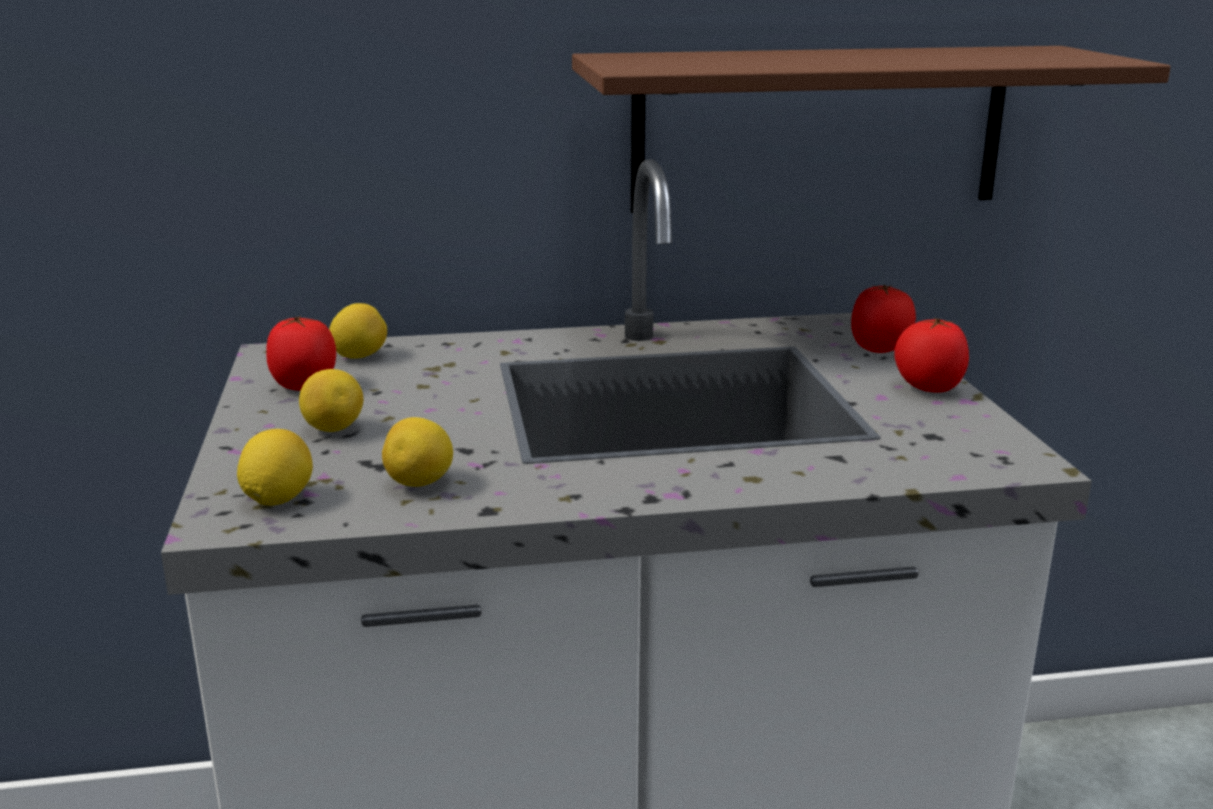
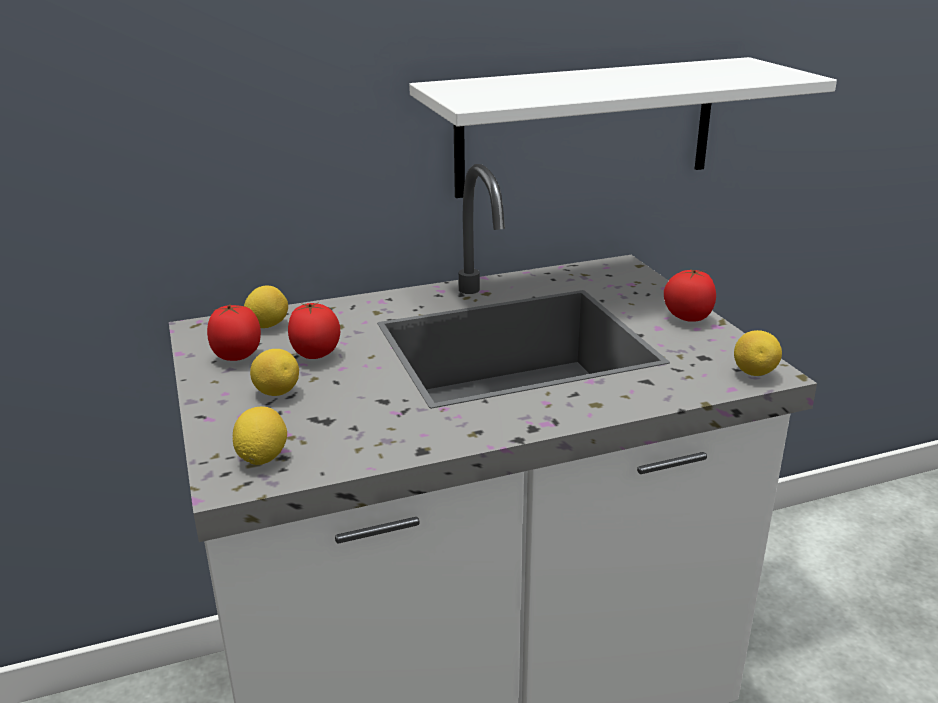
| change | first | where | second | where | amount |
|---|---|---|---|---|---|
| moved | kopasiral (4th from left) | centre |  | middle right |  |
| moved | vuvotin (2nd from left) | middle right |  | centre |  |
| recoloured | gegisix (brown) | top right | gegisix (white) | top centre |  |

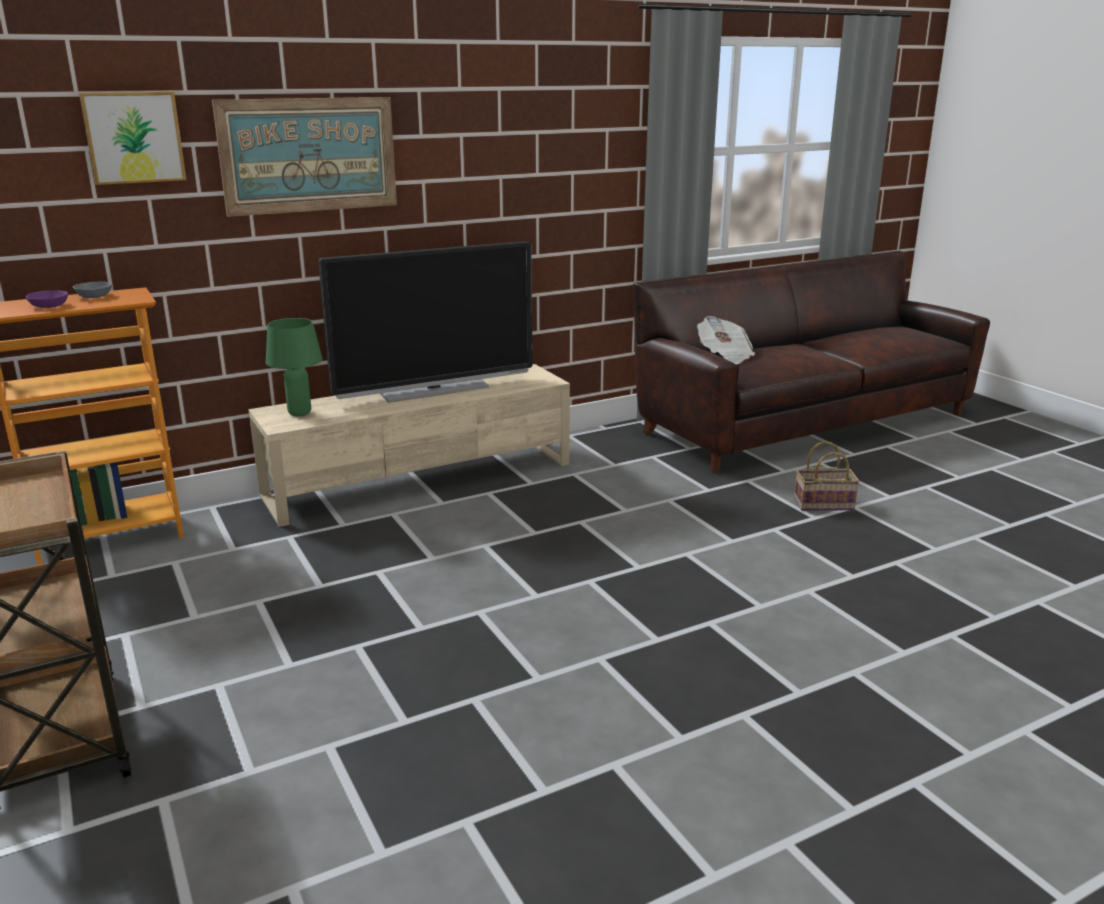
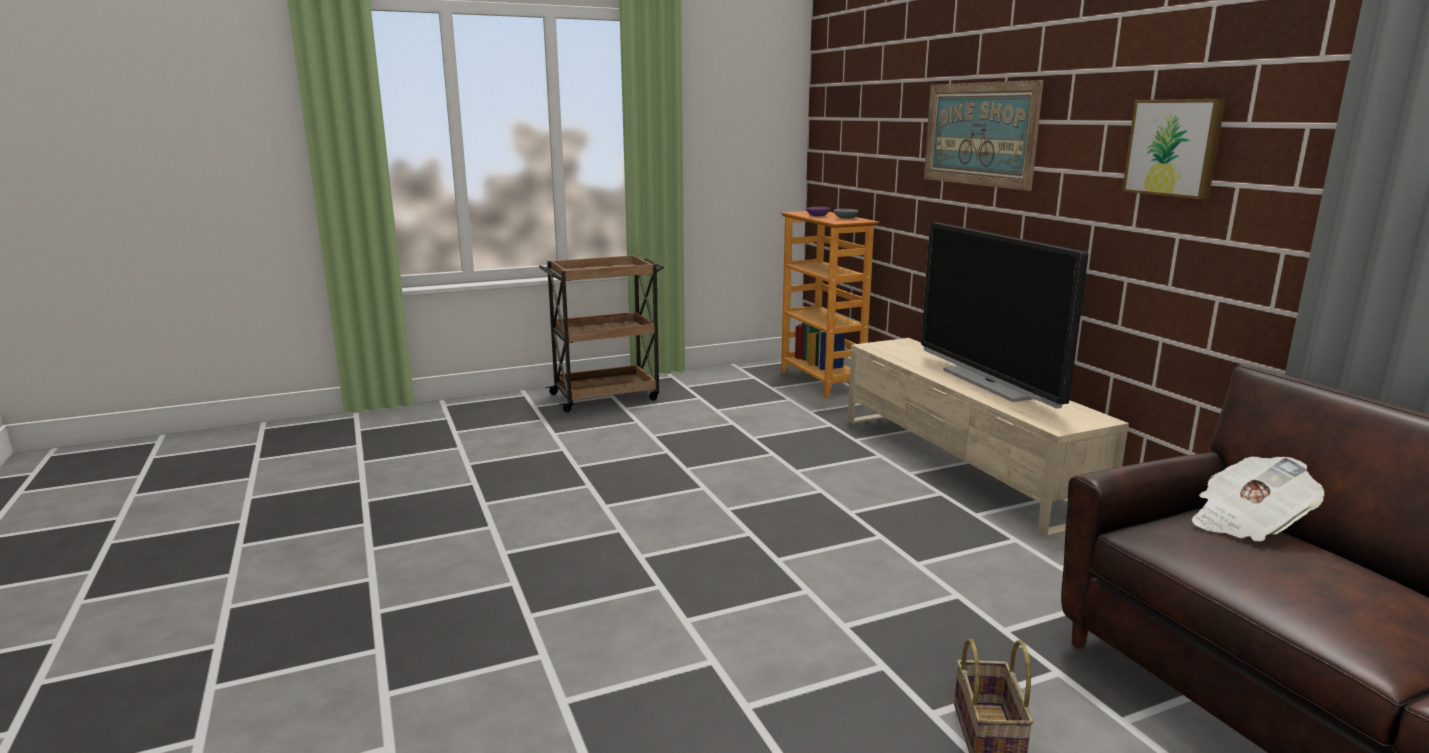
| change | first | where | second | where | amount |
|---|---|---|---|---|---|
| removed | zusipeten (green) | middle left |  |  |  |
| moved | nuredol (1st from left in the first image) | top left | nuredol (2nd from left) | top right |  |

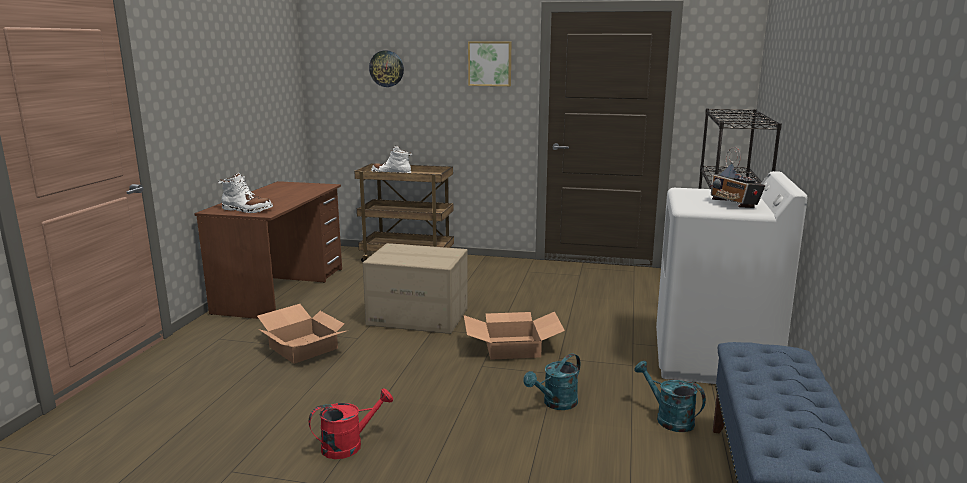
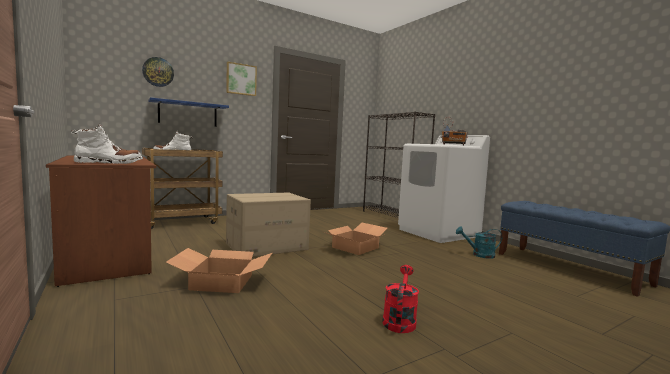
| change | first | where | second | where | amount |
|---|---|---|---|---|---|
| removed | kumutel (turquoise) (1st from left) | bottom centre |  |  |  |
| added |  |  | gegisix (blue) | top left |  |

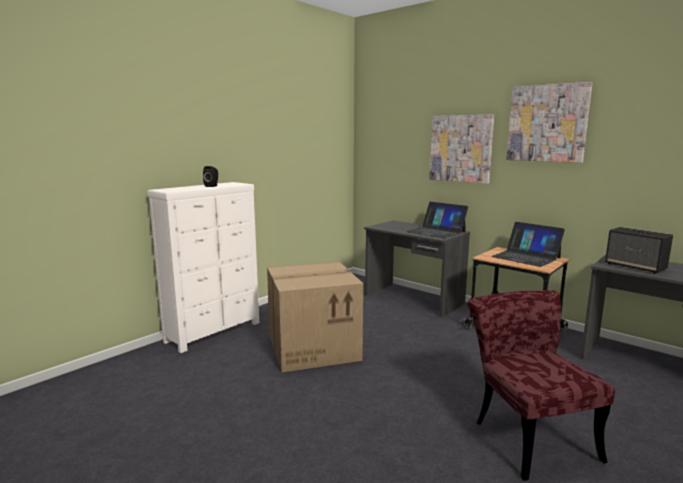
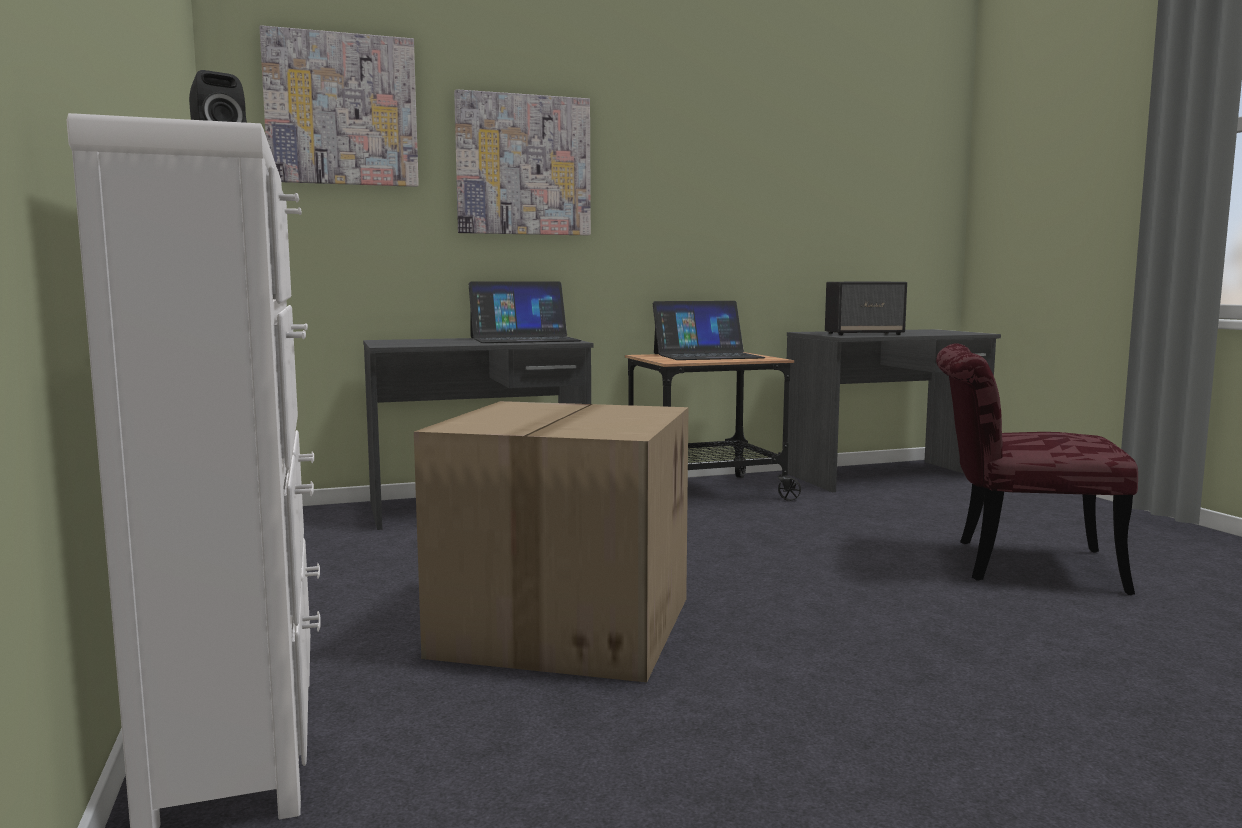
| change | first | where | second | where | amount |
|---|---|---|---|---|---|
| moved | nuredol (2nd from left in the first image) | top right | nuredol (1st from left) | top left |  |

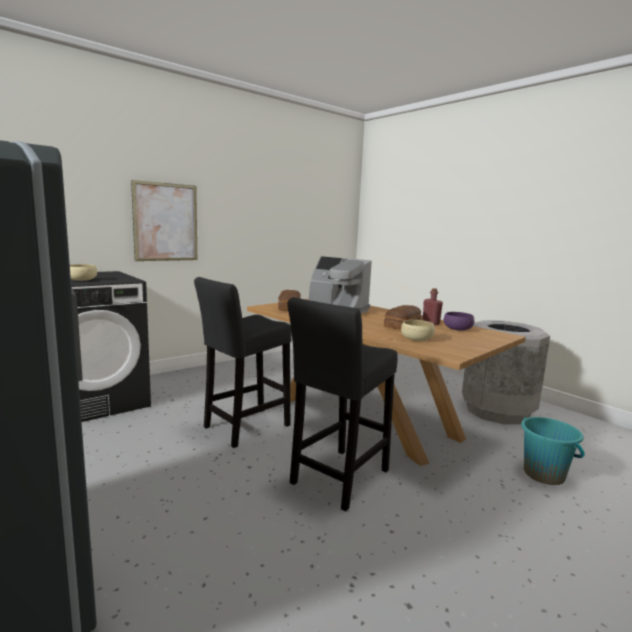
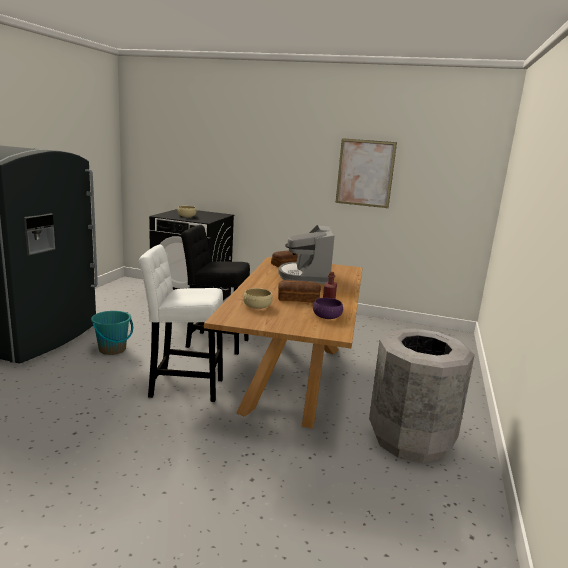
| change | first | where | second | where | amount |
|---|---|---|---|---|---|
| moved | nuredol | middle left |  | top centre |  |
| moved | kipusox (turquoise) | bottom right |  | middle left |  |
| recoloured | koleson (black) (2nd from left) | centre | koleson (white) | middle left |  |

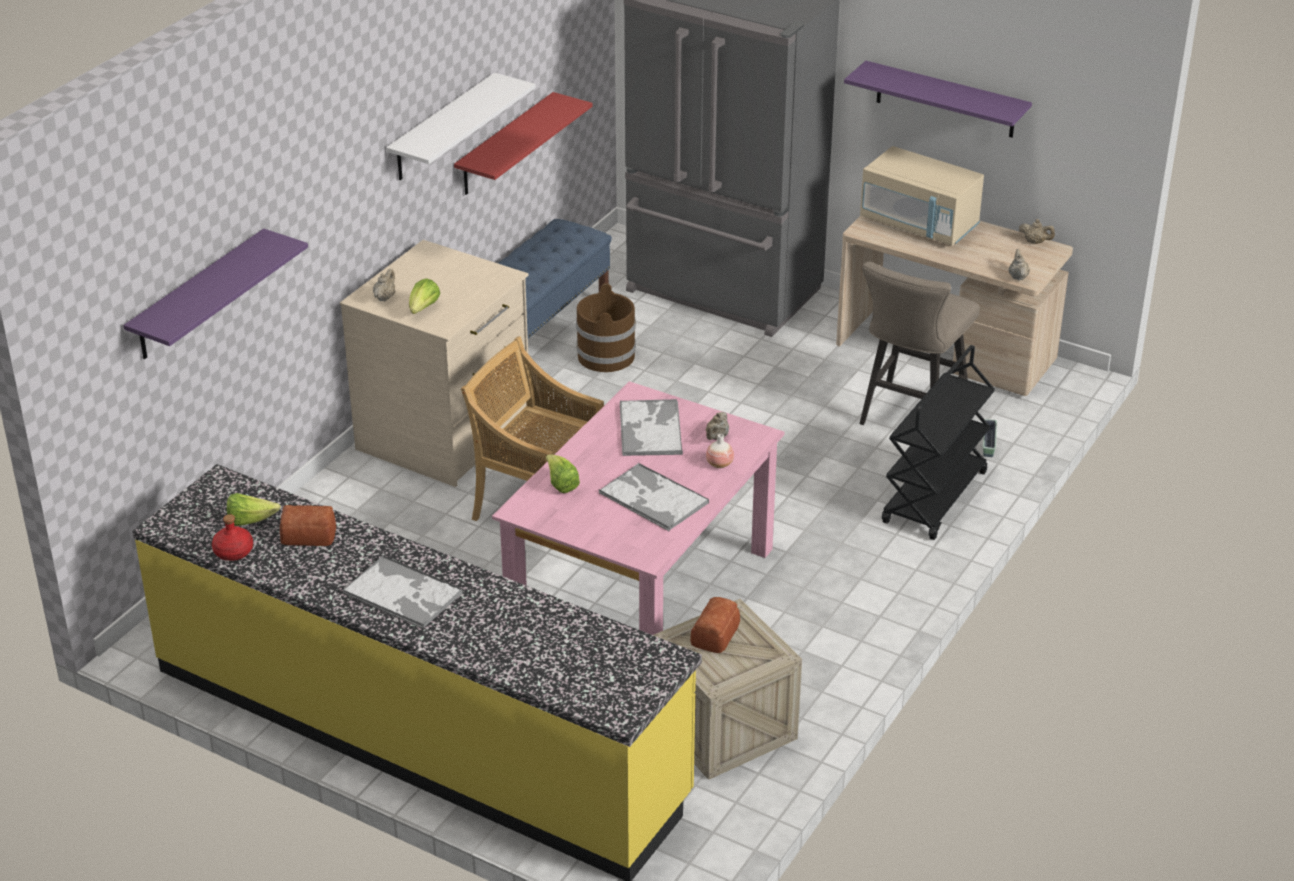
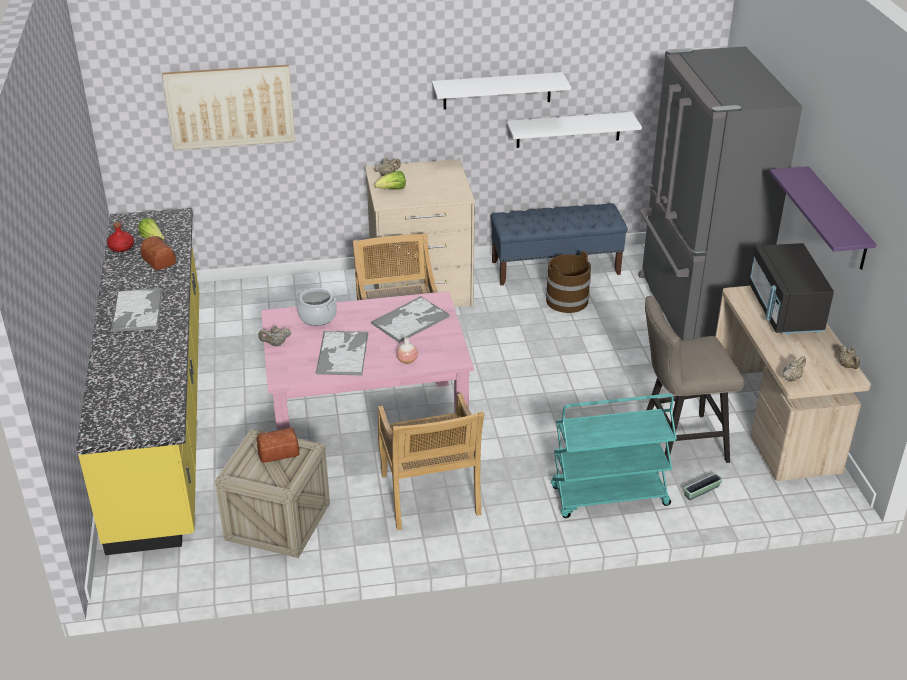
| change | first | where | second | where | amount |
|---|---|---|---|---|---|
| added |  |  | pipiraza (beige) (2nd from left) | bottom centre |  |
| moved | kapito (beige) (2nd from left in the first image) | centre | kapito (beige) (1st from left) | middle left |  |
| replaced | gegisix (purple) (1st from left) | middle left | nuredol | top left |  |
| replaced | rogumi (3rd from left) | centre | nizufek | centre |  |
| recoloured | gegisix (red) | top centre | gegisix (white) (2nd from left) | top centre |  |
| recoloured | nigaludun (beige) | top right | nigaludun (black) | middle right |  |
| recoloured | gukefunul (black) | middle right | gukefunul (turquoise) | bottom right |  |

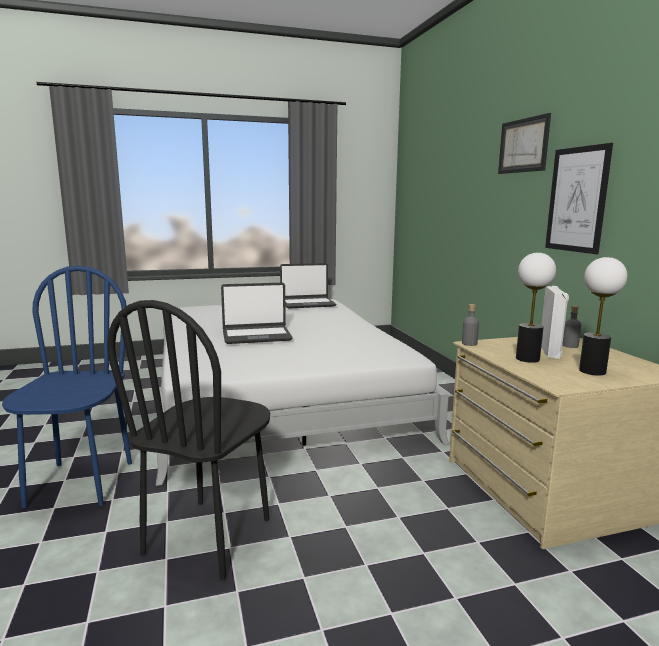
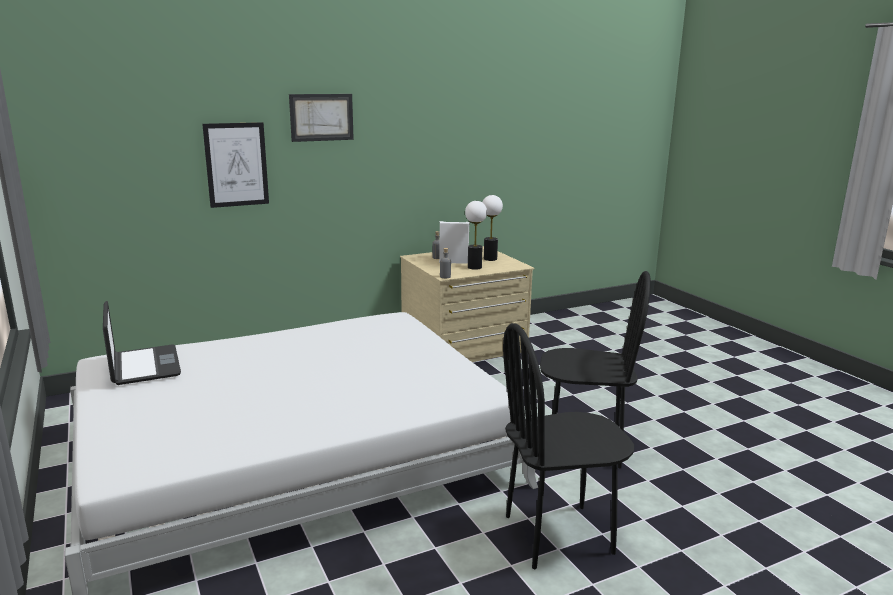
| change | first | where | second | where | amount |
|---|---|---|---|---|---|
| removed | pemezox (1st from left) | centre |  |  |  |
| moved | nuredol (2nd from left in the first image) | top right | nuredol (1st from left) | top left |  |
| recoloured | pipiraza (blue) | middle left | pipiraza (black) (1st from left) | bottom centre |  |

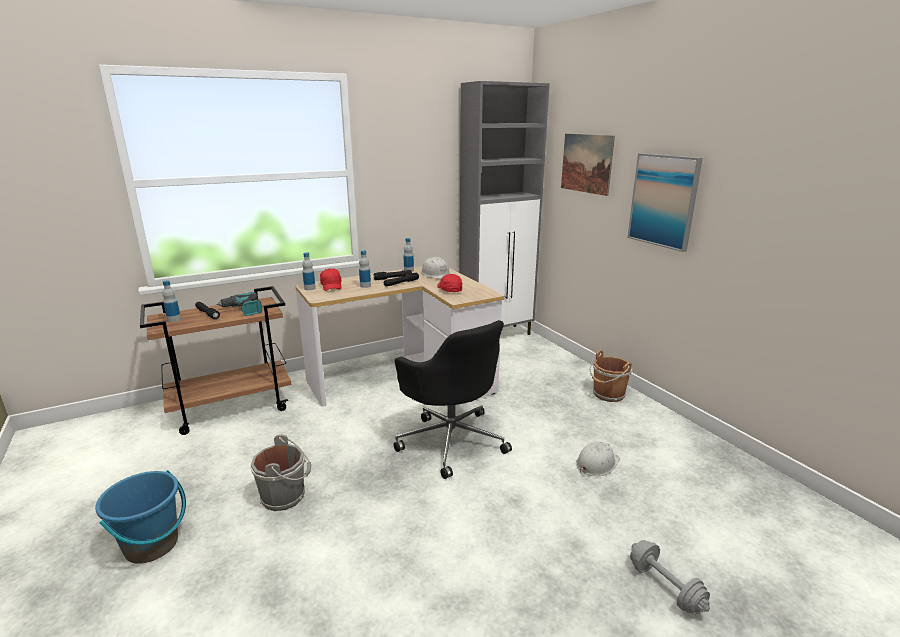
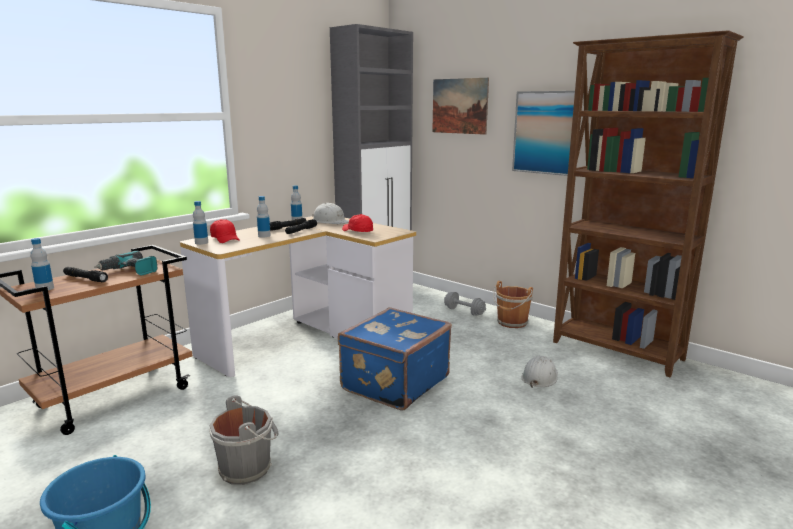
| change | first | where | second | where | amount |
|---|---|---|---|---|---|
| added |  |  | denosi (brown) | middle right |  |
| moved | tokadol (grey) | bottom right |  | centre |  |
| replaced | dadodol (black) | centre | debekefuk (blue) | bottom centre |  |

